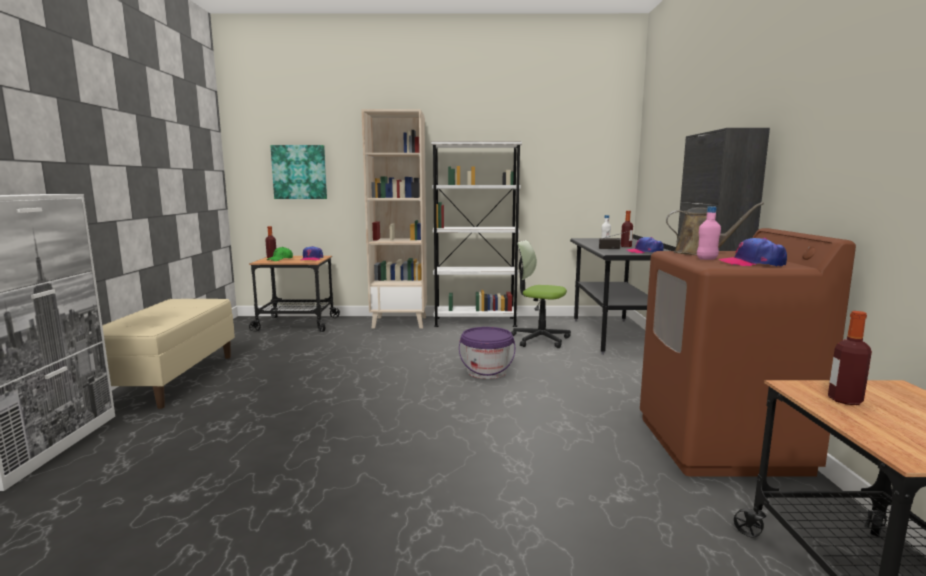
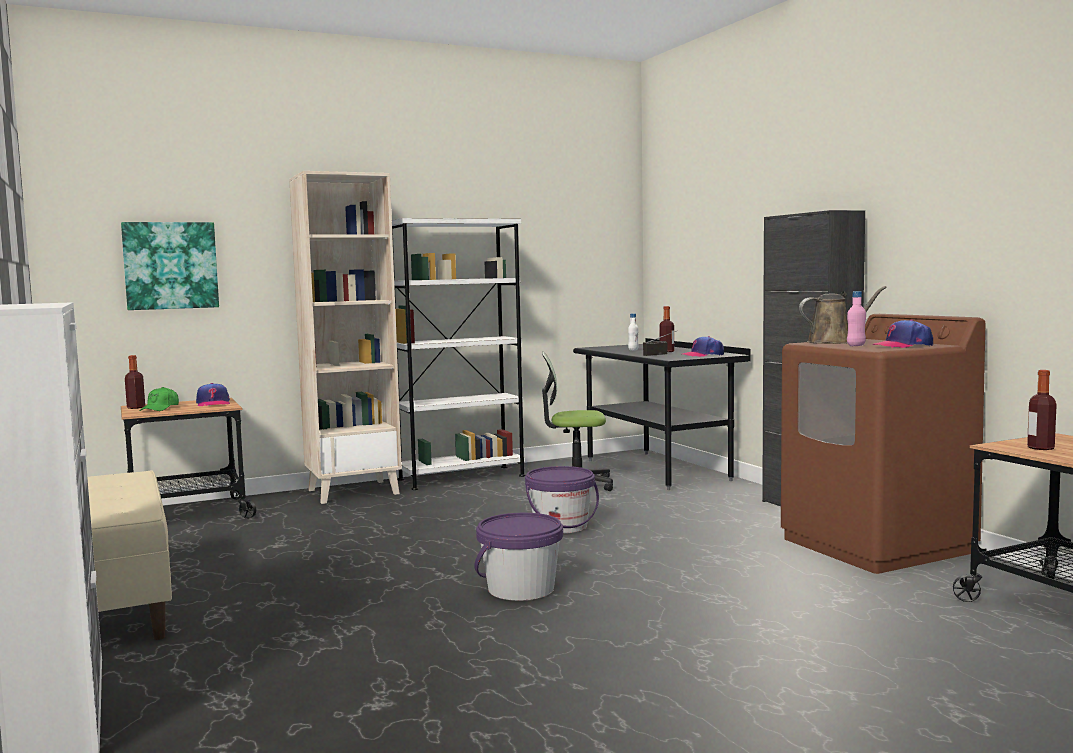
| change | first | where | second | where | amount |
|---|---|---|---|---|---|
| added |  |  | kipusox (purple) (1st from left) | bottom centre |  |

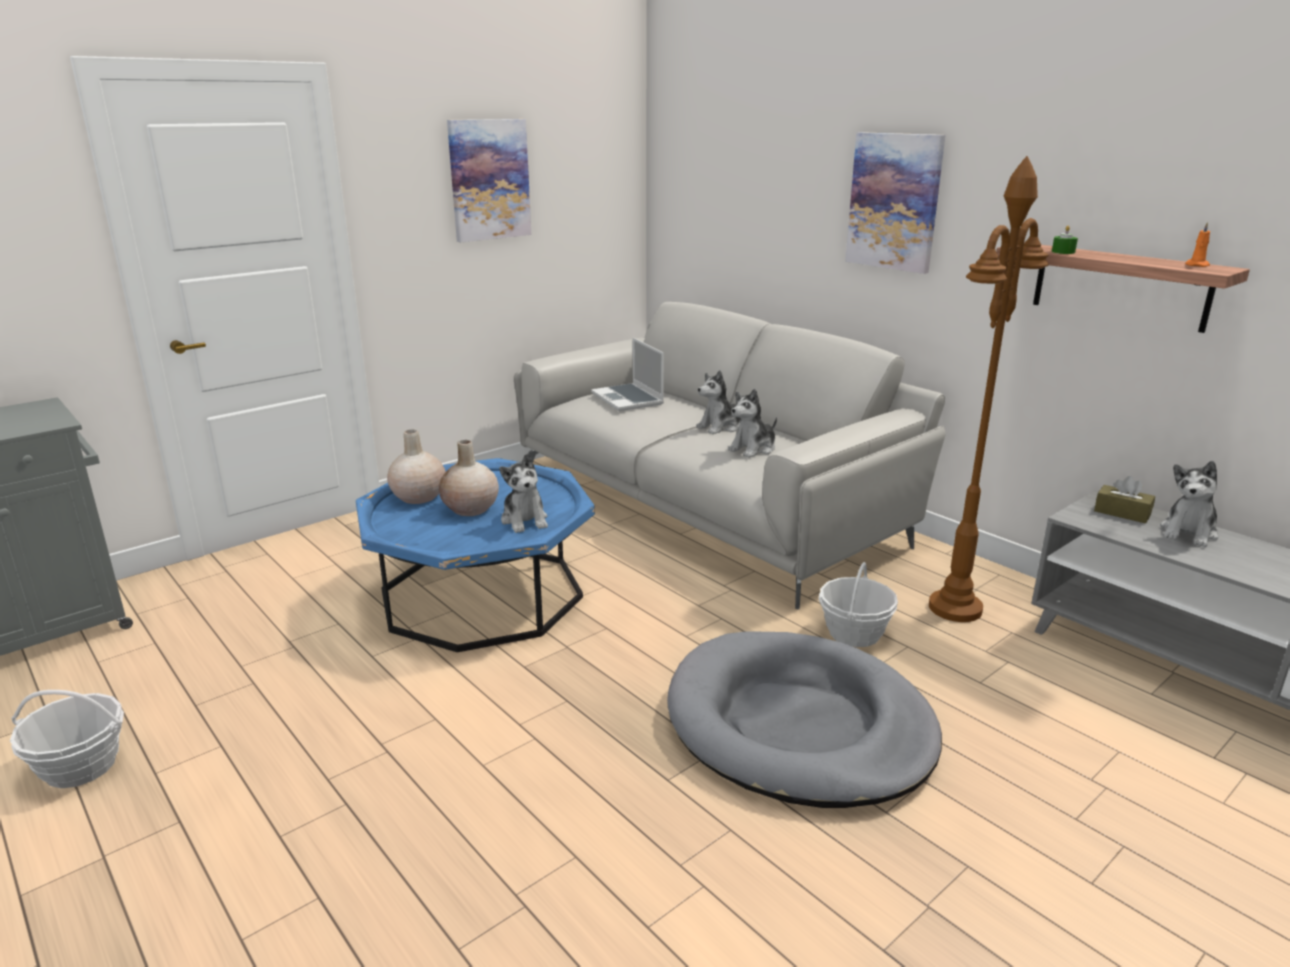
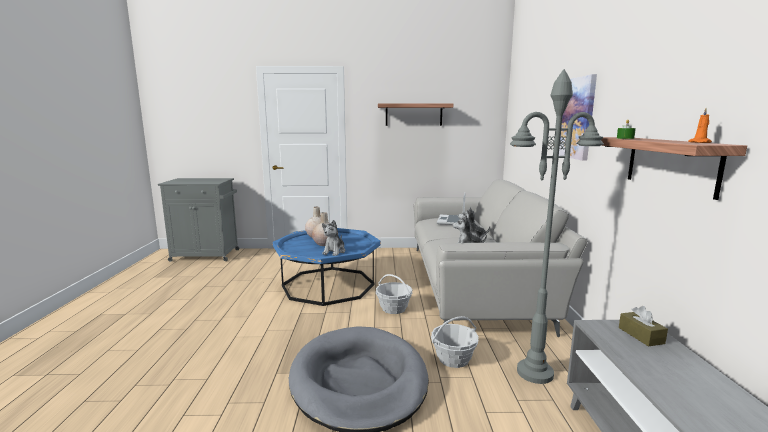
| change | first | where | second | where | amount |
|---|---|---|---|---|---|
| removed | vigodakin (4th from left) | middle right |  |  |  |
| moved | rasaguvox (1st from left) | bottom left |  | bottom centre |  |
| replaced | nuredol (1st from left) | top centre | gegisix (1st from left) | top centre |  |
| recoloured | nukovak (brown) | middle right | nukovak (grey) | middle right |  |

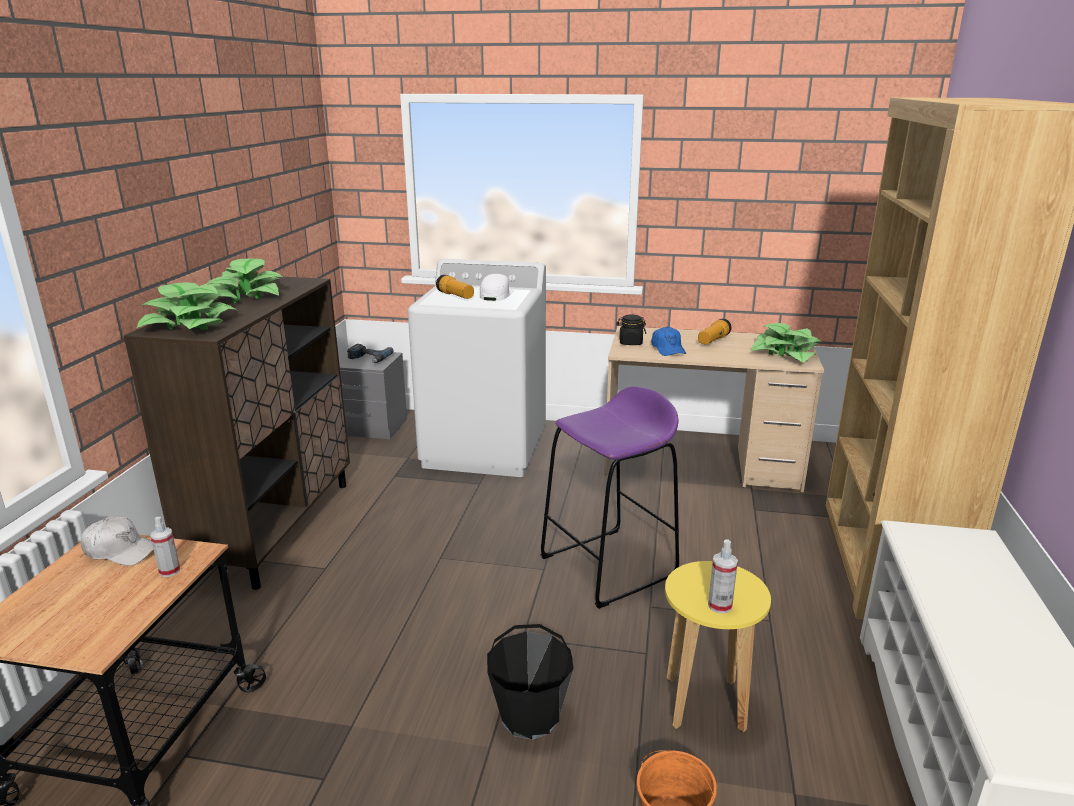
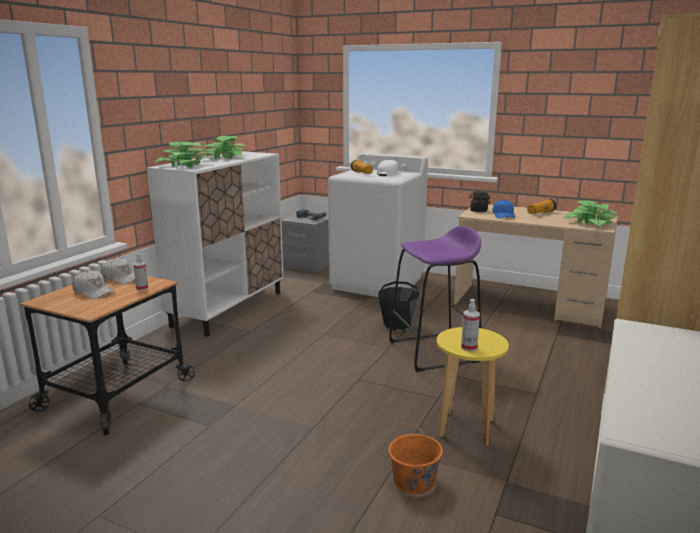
| change | first | where | second | where | amount |
|---|---|---|---|---|---|
| added |  |  | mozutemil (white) (1st from left) | middle left |  |
| moved | kipusox (black) | bottom centre |  | centre |  |
| recoloured | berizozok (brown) | middle left | berizozok (white) | middle left |  |

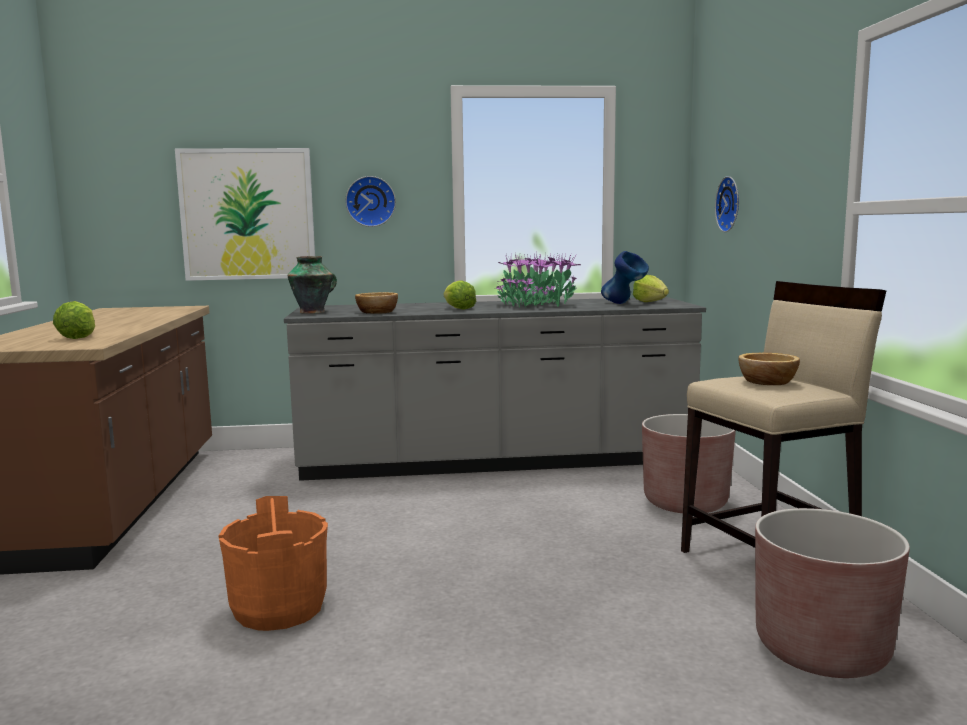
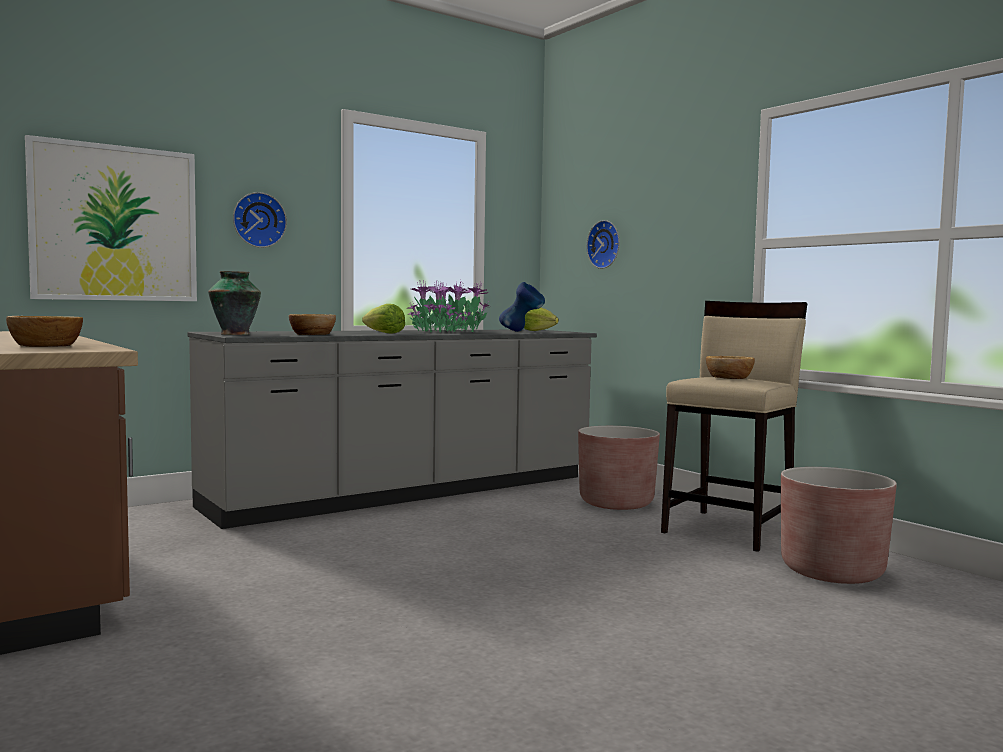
| change | first | where | second | where | amount |
|---|---|---|---|---|---|
| removed | kipusox (orange) | bottom left |  |  |  |
| replaced | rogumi (1st from left) | middle left | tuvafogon (1st from left) | middle left |  |

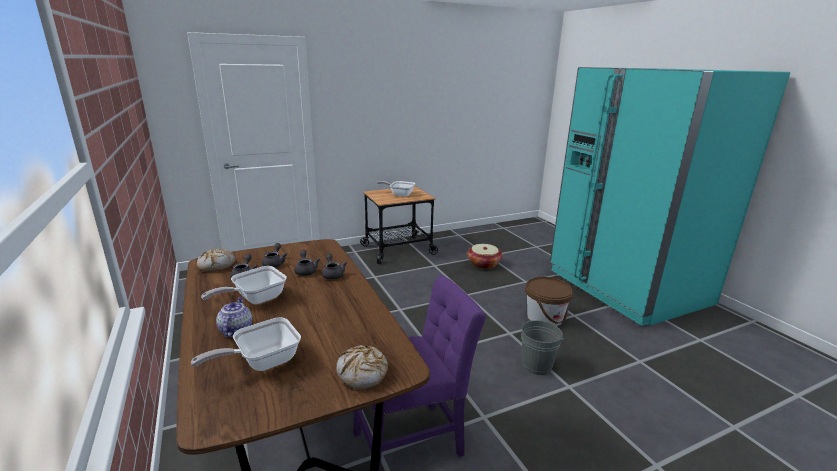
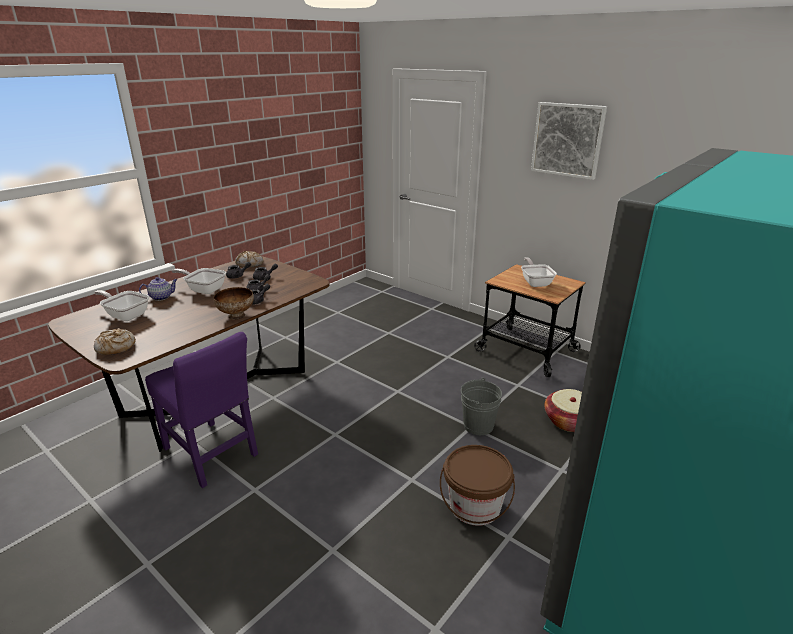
| change | first | where | second | where | amount |
|---|---|---|---|---|---|
| added |  |  | tuvafogon | middle left |  |
| added |  |  | nuredol | top right |  |
| moved | kipusox (grey) | bottom centre |  | centre |  |

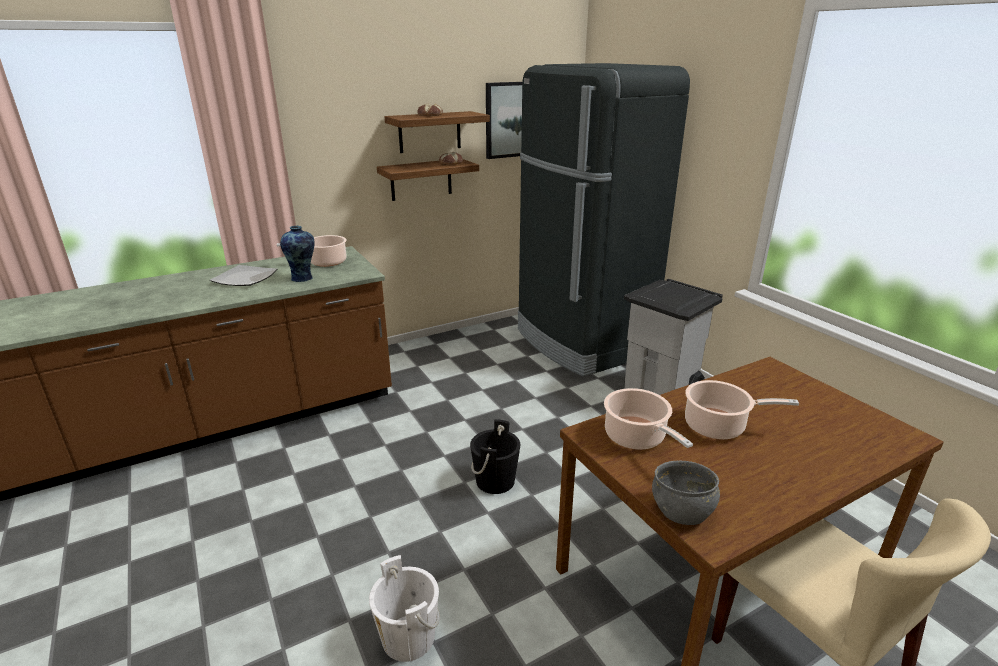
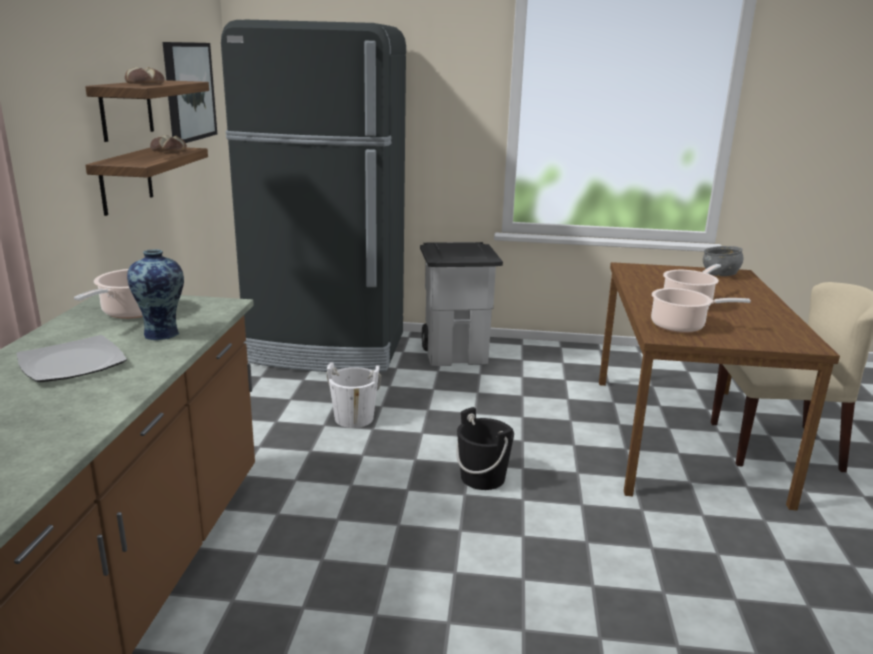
| change | first | where | second | where | amount |
|---|---|---|---|---|---|
| moved | kipusox (white) | bottom centre |  | centre |  |
| moved | tuvafogon (grey) | bottom right |  | middle right |  |

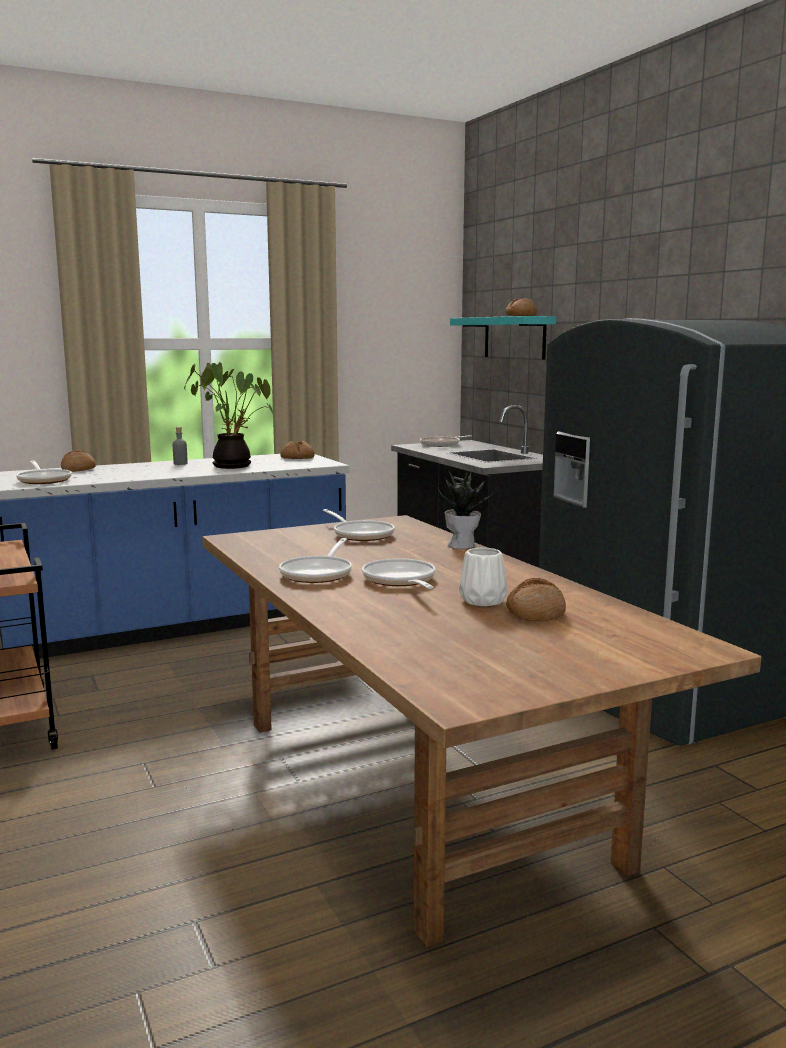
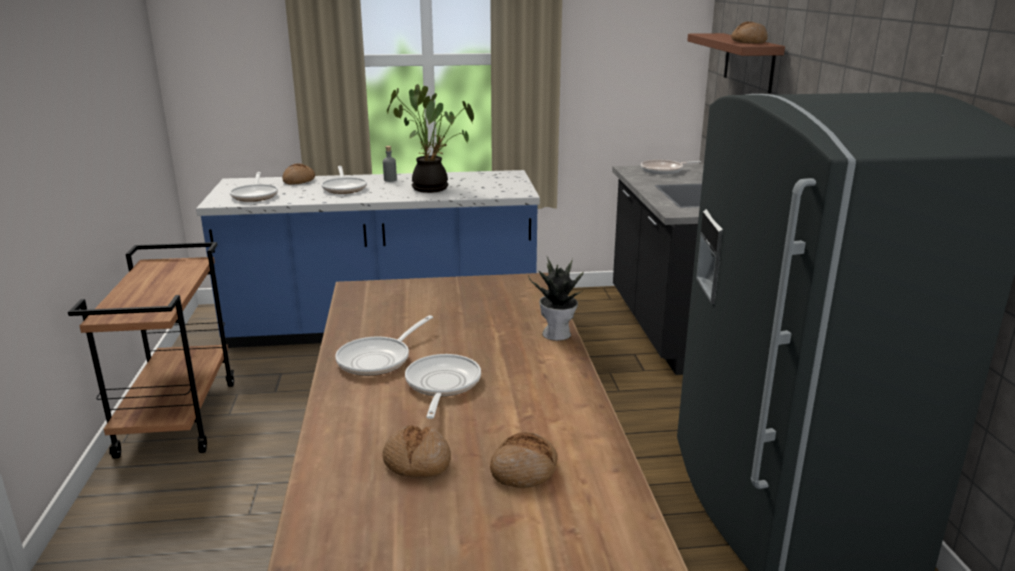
| change | first | where | second | where | amount |
|---|---|---|---|---|---|
| removed | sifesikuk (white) | centre |  |  |  |
| moved | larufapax (2nd from left) | centre |  | bottom centre |  |
| moved | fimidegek (3rd from left in the first image) | centre | fimidegek (2nd from left) | top centre |  |
| recoloured | gegisix (turquoise) | top centre | gegisix (brown) | top right |  |

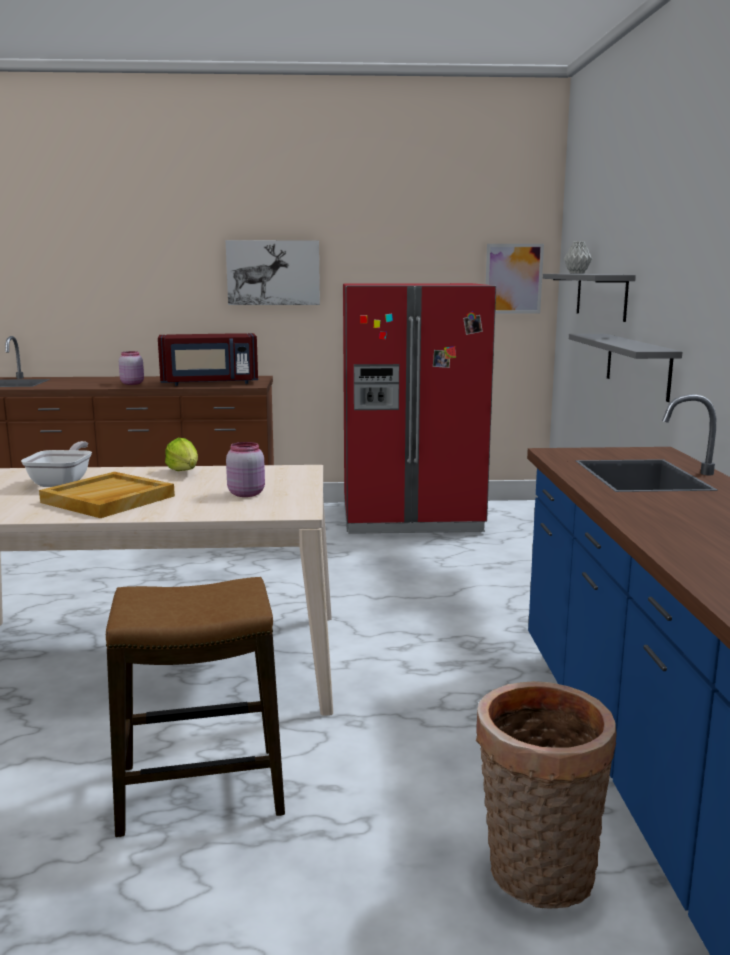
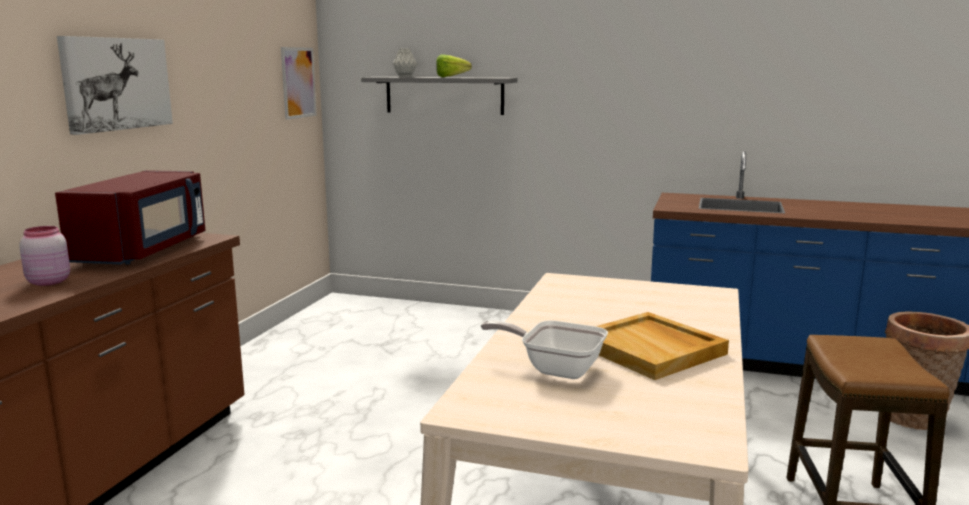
| change | first | where | second | where | amount |
|---|---|---|---|---|---|
| removed | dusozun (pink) (2nd from left) | centre |  |  |  |
| removed | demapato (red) | centre |  |  |  |
| removed | gegisix (grey) (2nd from left) | middle right |  |  |  |
| moved | rogumi | middle left |  | top centre |  |

